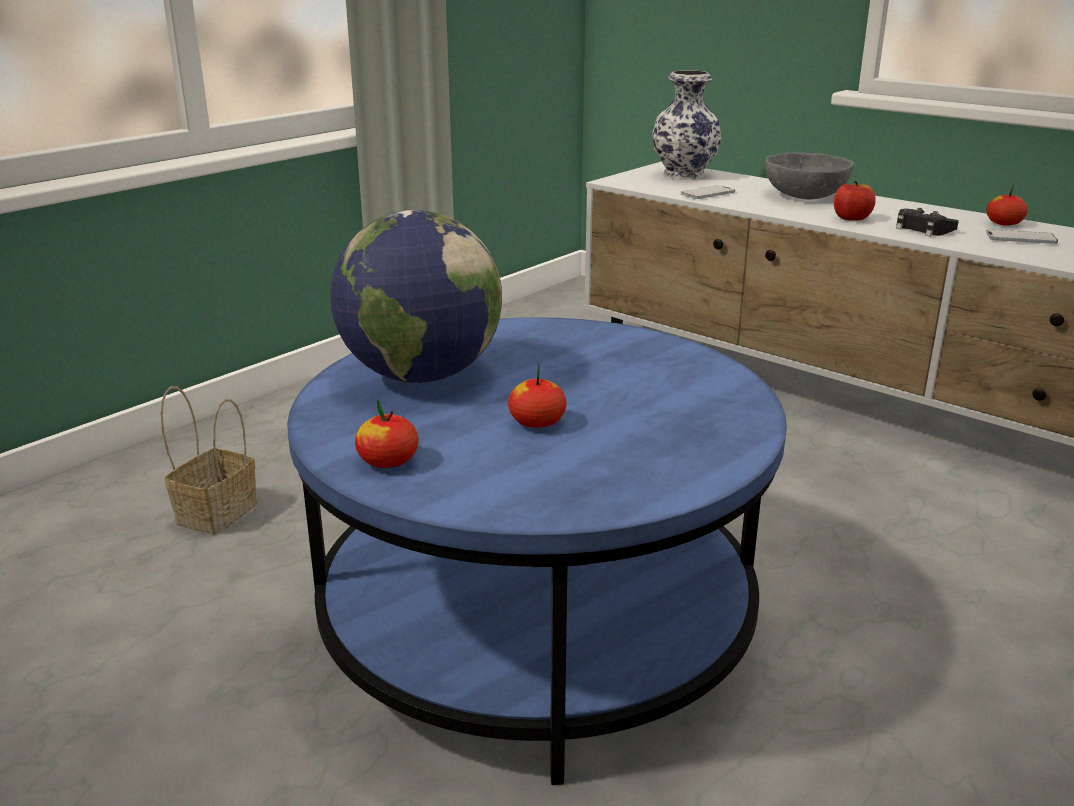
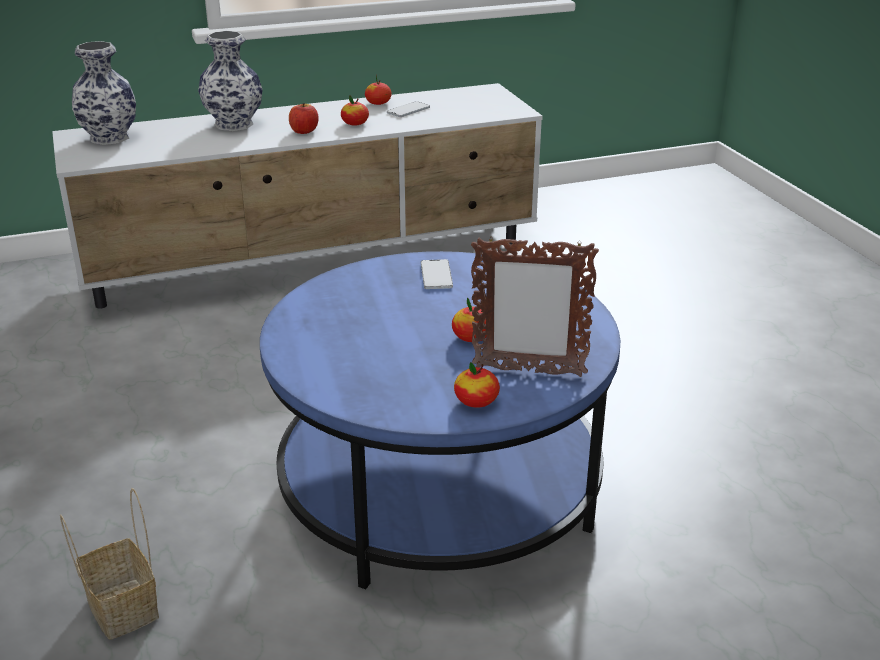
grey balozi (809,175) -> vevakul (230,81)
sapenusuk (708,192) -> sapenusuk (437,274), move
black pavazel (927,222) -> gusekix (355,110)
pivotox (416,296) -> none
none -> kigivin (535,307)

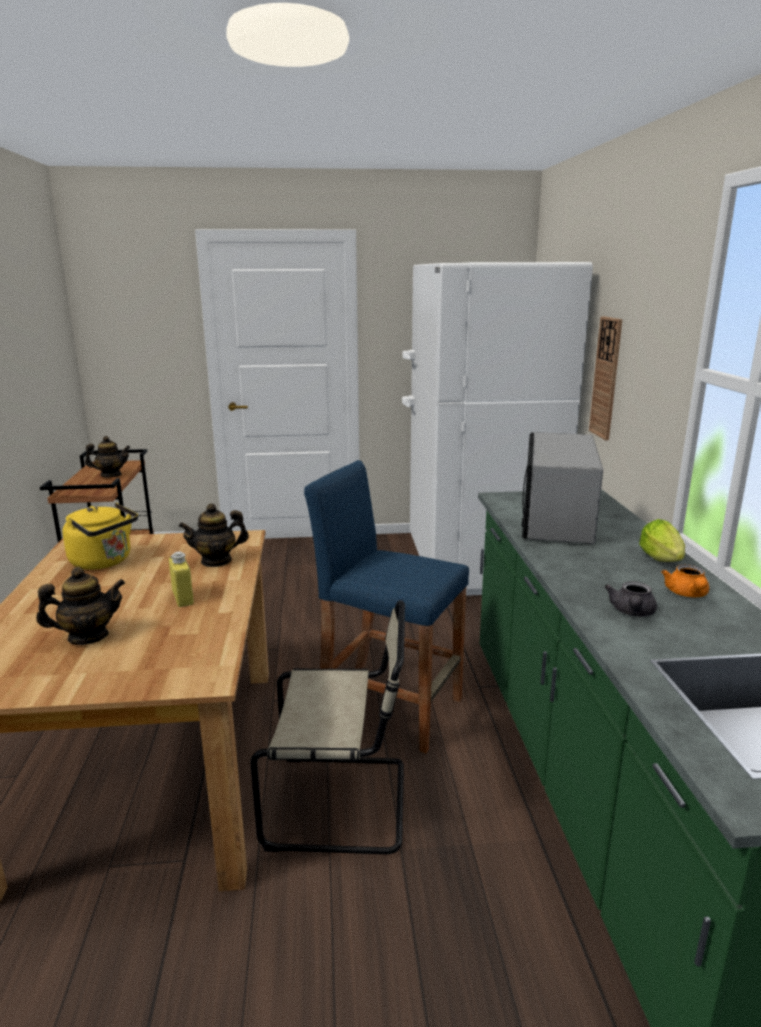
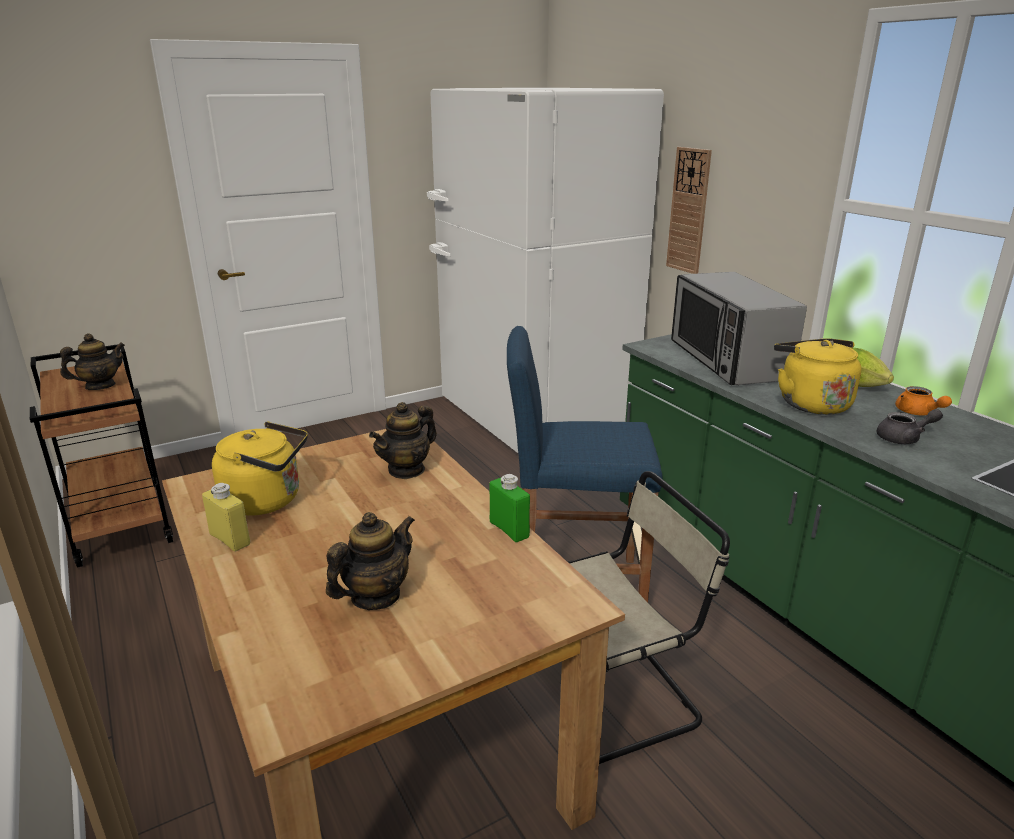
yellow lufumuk (181,579) -> yellow lufumuk (226,517), move
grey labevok (631,599) -> grey labevok (910,426), 90 degrees counterclockwise
none -> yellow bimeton (817,376)
none -> green lufumuk (509,508)

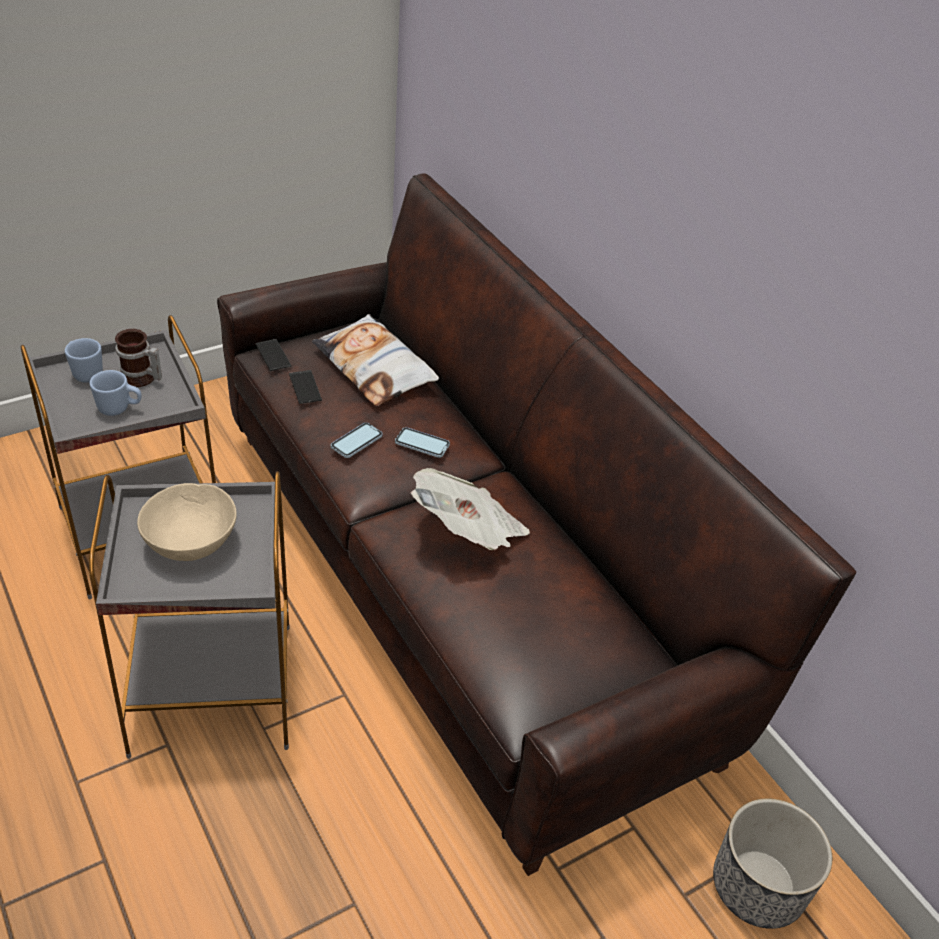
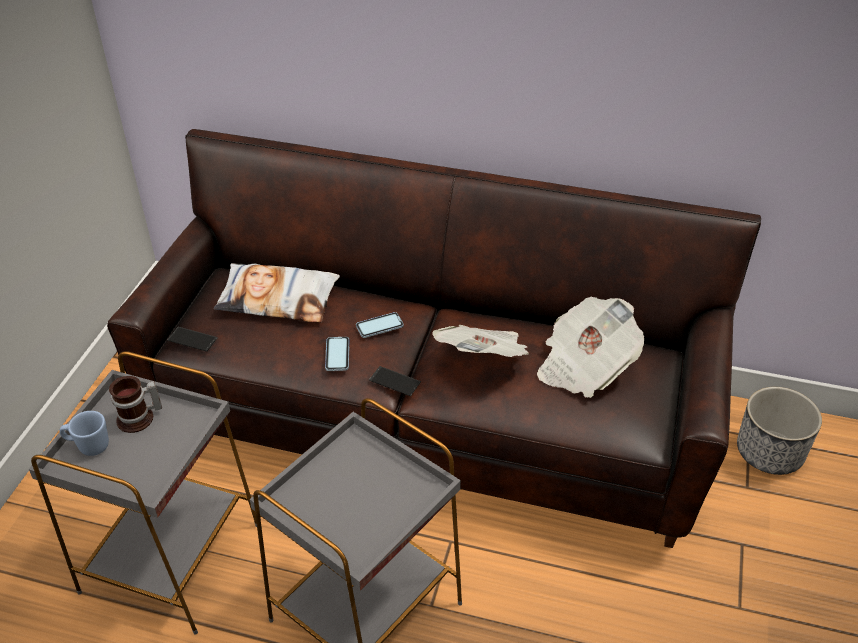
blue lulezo (116,393) -> none
sapenusuk (305,387) -> sapenusuk (395,381), move
beige balozi (187,522) -> none
none -> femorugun (590,347)

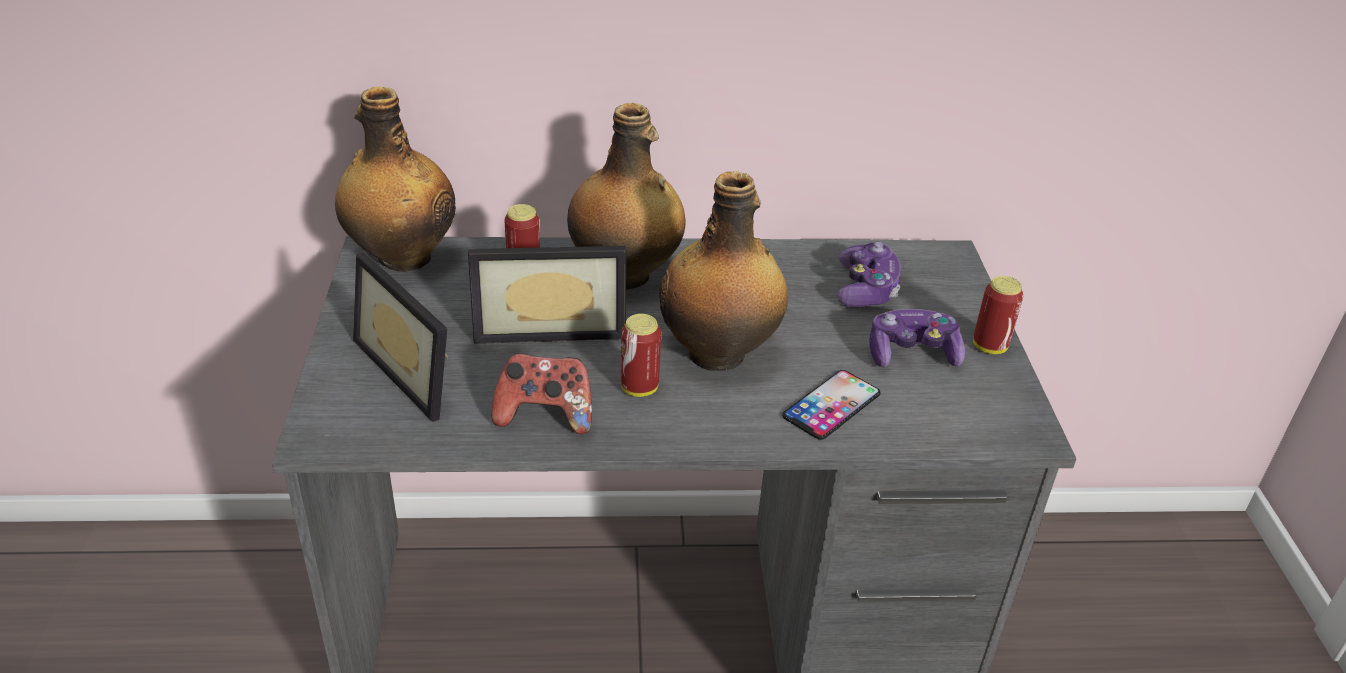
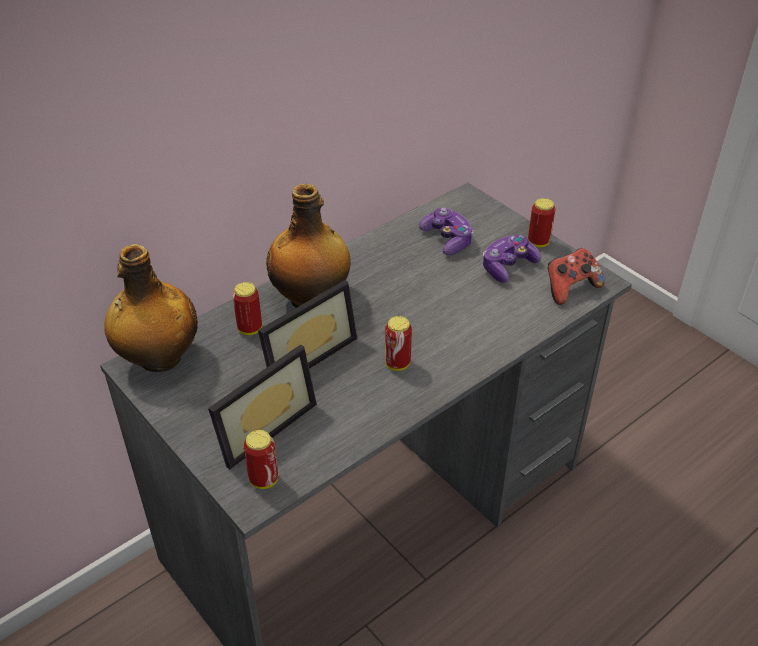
lufumuk (723,271) -> none
kigivin (400,336) -> kigivin (262,406), 60 degrees counterclockwise
pavazel (541,393) -> pavazel (576,276), move
sapenusuk (831,405) -> none
none -> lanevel (261,459)

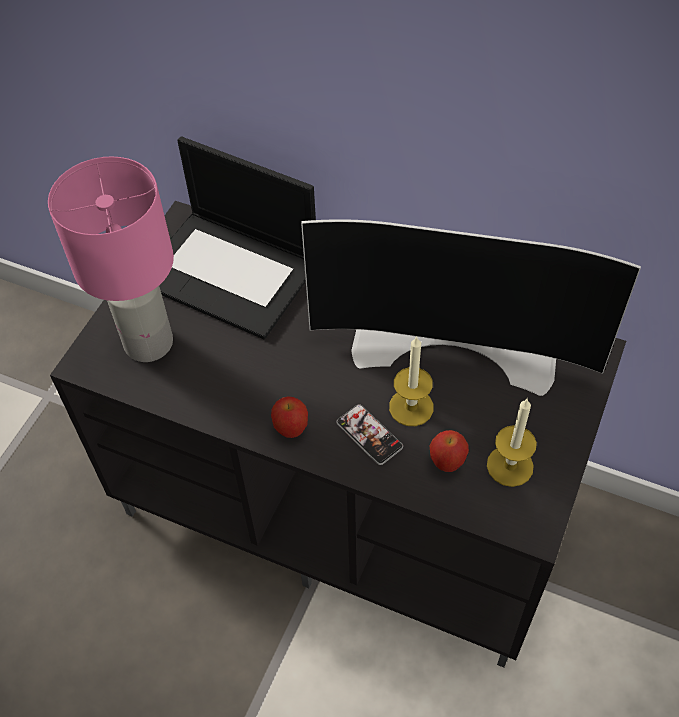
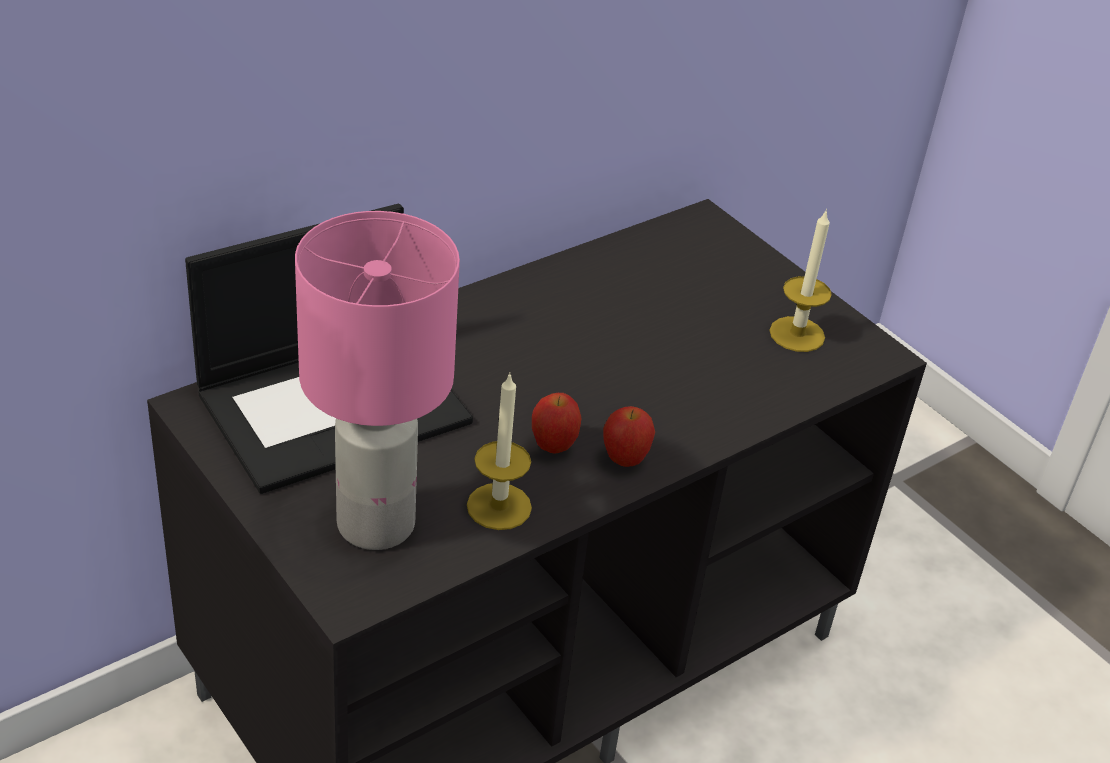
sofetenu (471,307) -> none
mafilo (411,381) -> mafilo (499,451), move
sapenusuk (370,434) -> none
gusekix (449,451) -> gusekix (557,423), move

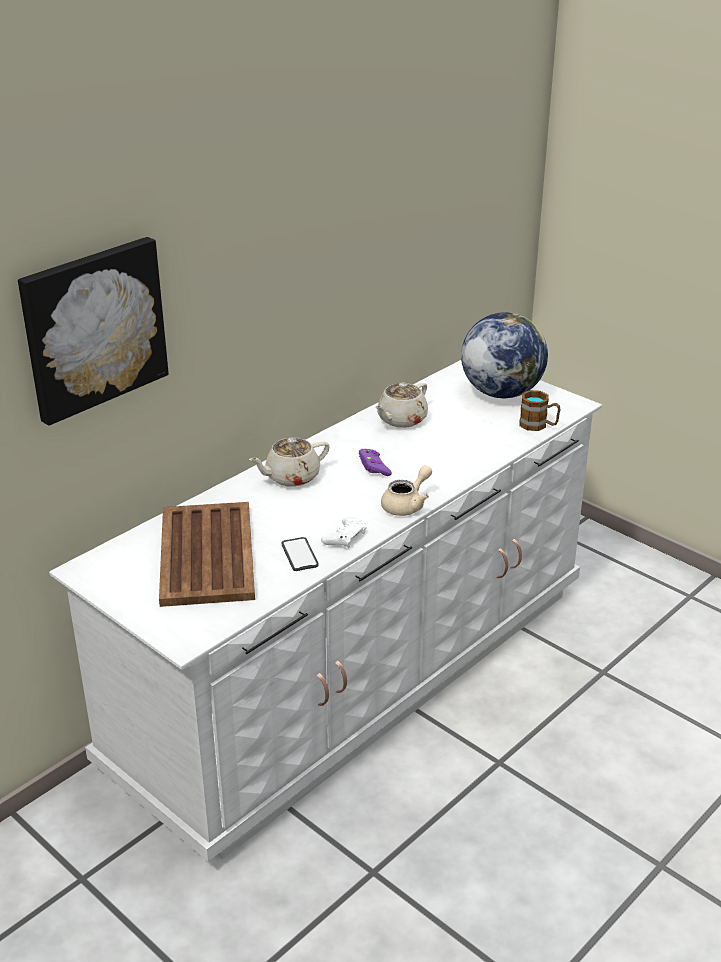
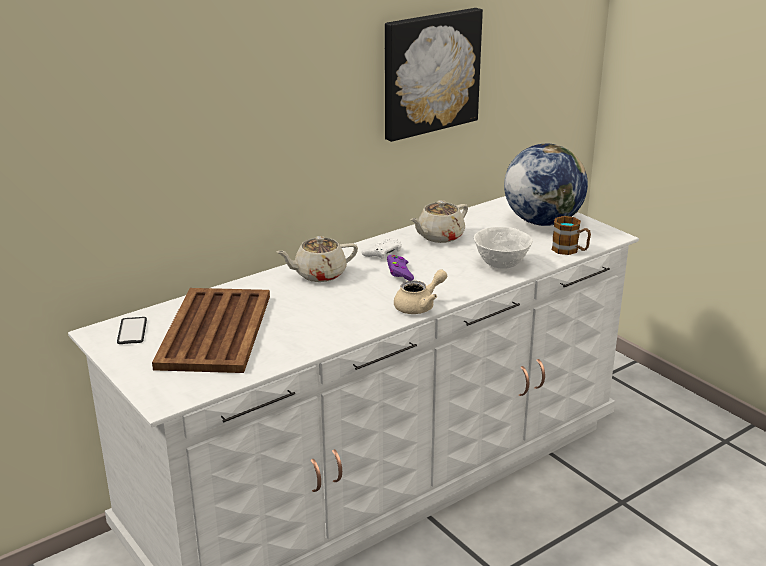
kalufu (93,331) -> kalufu (434,75), move
white pavazel (343,532) -> white pavazel (381,249), move
sapenusuk (300,554) -> sapenusuk (132,330), move
none -> white balozi (503,248)

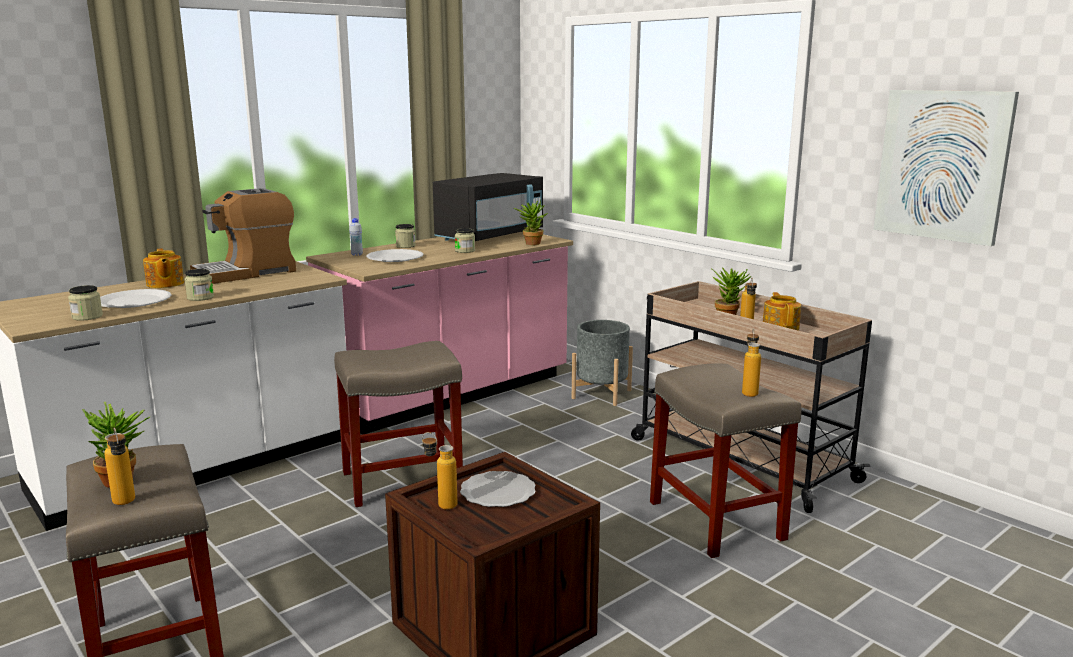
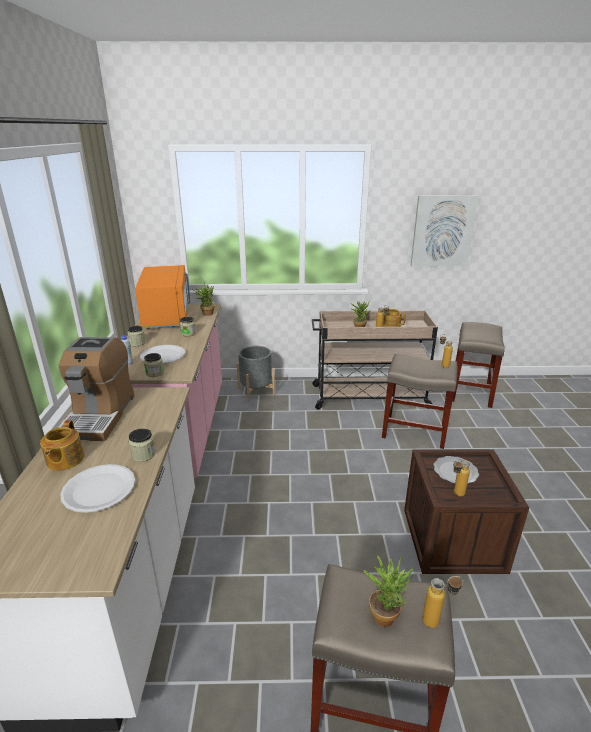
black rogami (488,207) -> orange rogami (162,297)
labevok (163,268) -> labevok (62,445), 75 degrees clockwise
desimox (85,303) -> desimox (154,365), move
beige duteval (398,424) -> beige duteval (478,365), move

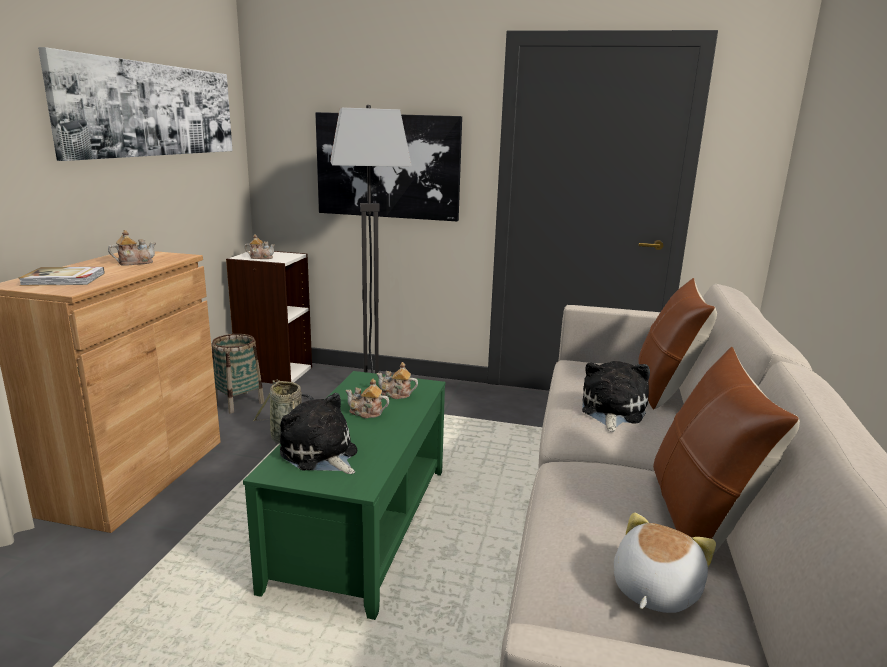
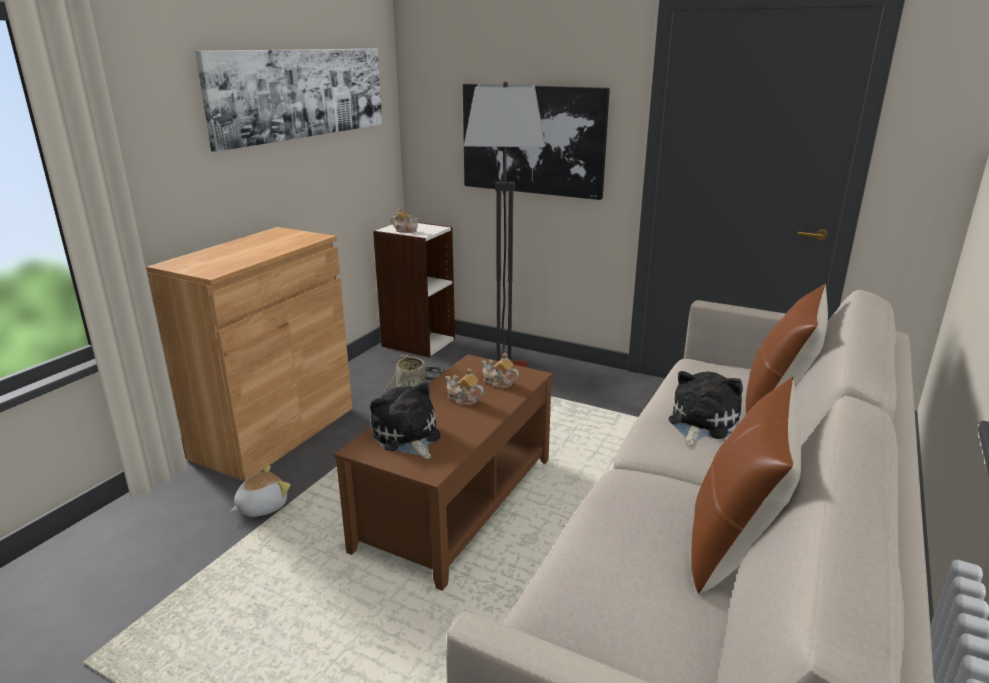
labevok (132,248) -> none
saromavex (61,276) -> none
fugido (238,374) -> none
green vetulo (344,495) -> brown vetulo (443,473)
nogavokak (665,562) -> nogavokak (260,491), move

